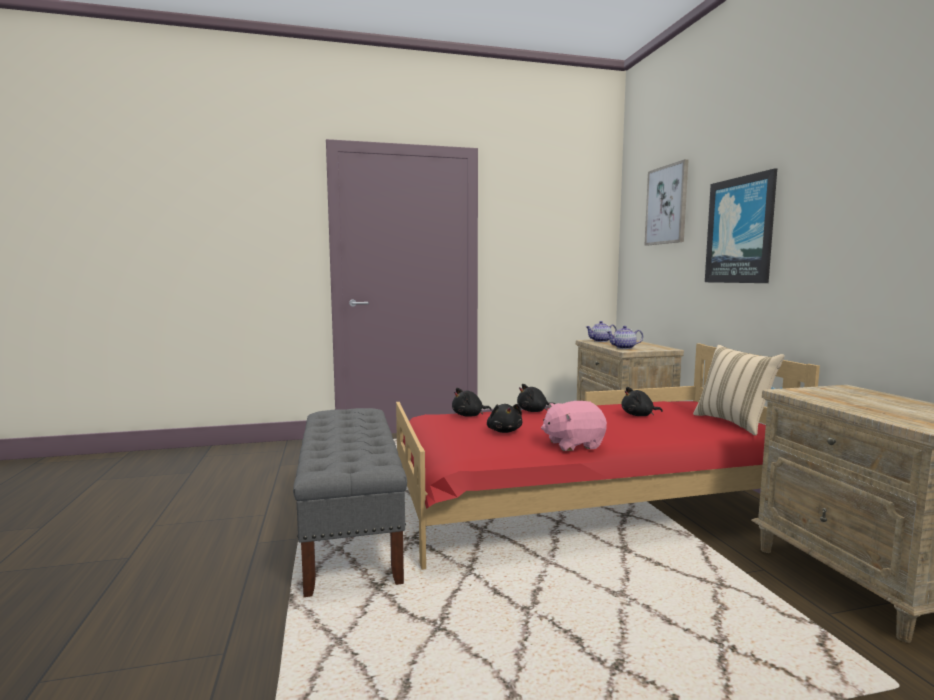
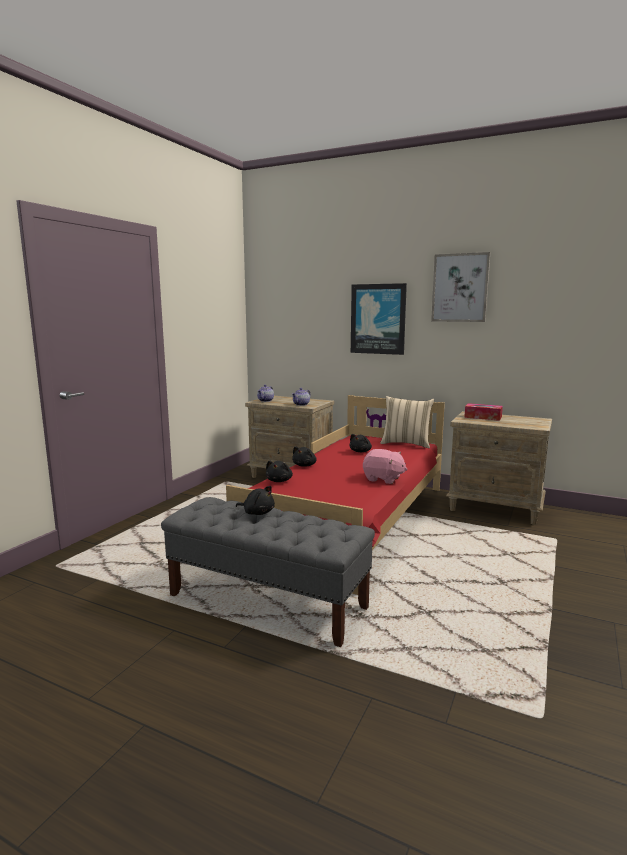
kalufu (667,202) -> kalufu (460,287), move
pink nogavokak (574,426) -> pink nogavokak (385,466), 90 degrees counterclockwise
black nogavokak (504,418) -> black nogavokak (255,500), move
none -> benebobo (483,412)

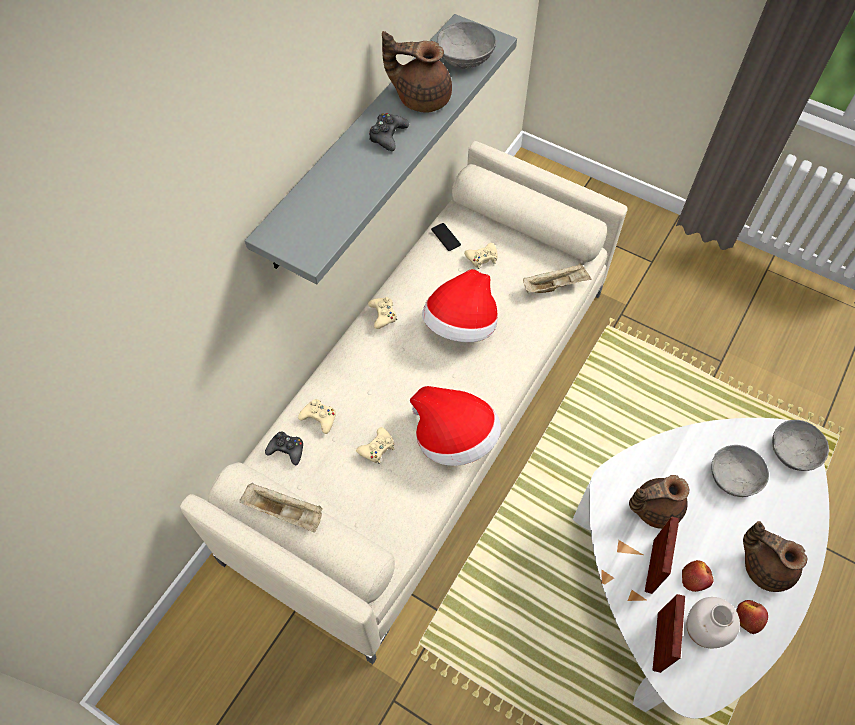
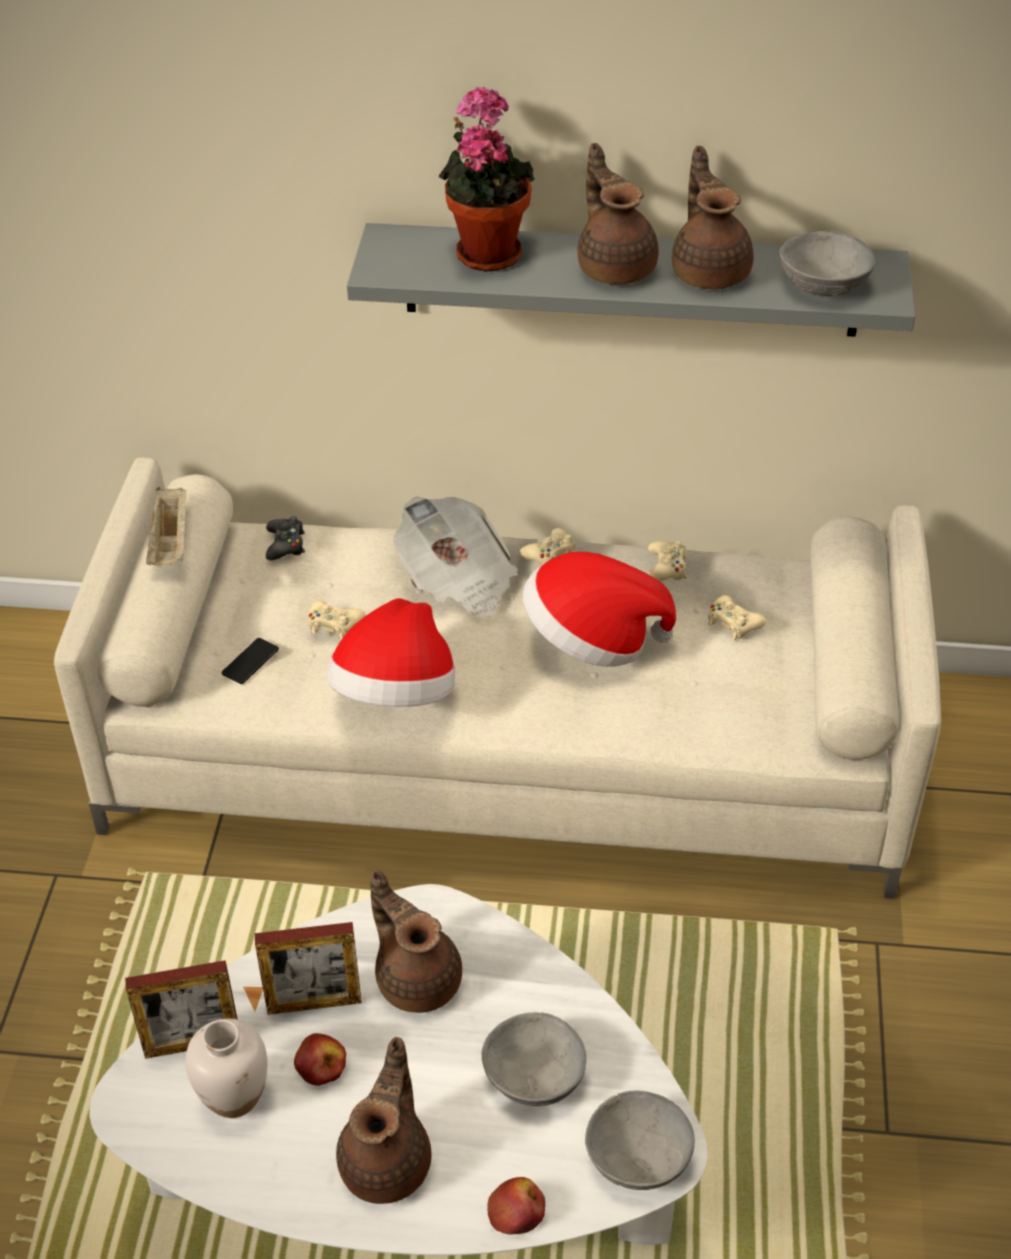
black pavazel (389,132) -> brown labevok (618,213)
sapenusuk (446,237) -> sapenusuk (250,661), move
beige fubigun (557,278) -> none
beige pavazel (317,416) -> beige pavazel (667,560), move
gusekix (752,617) -> gusekix (516,1206), move
none -> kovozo (486,179)
none -> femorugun (455,558)

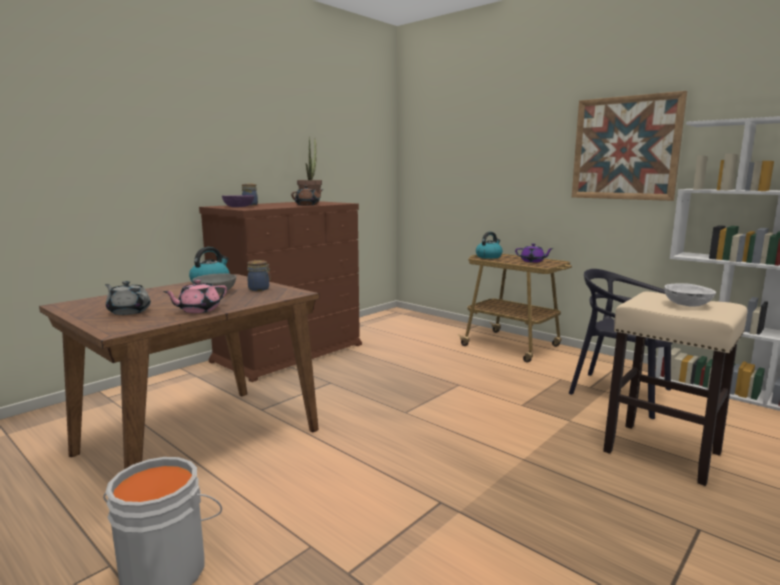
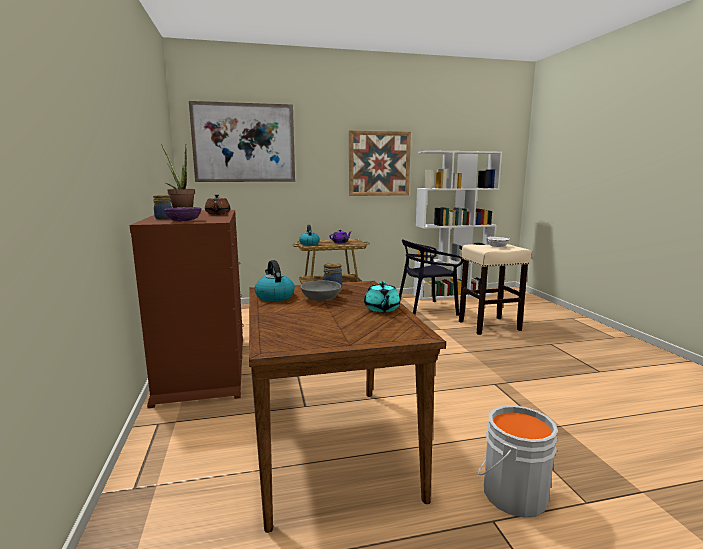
pink labevok (195,296) -> turquoise labevok (382,296)
grey labevok (128,298) -> none
none -> kalufu (242,141)

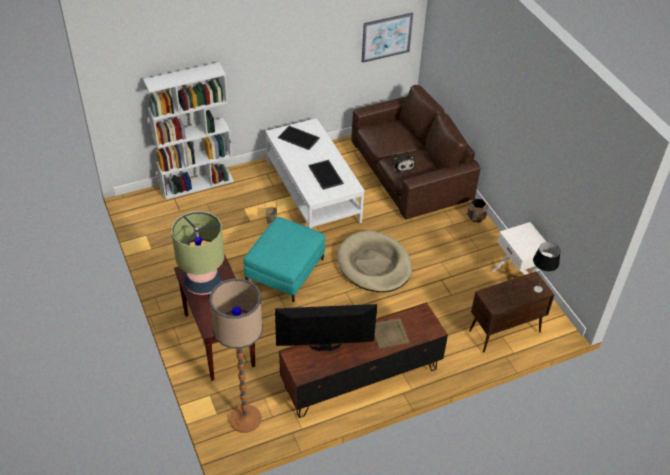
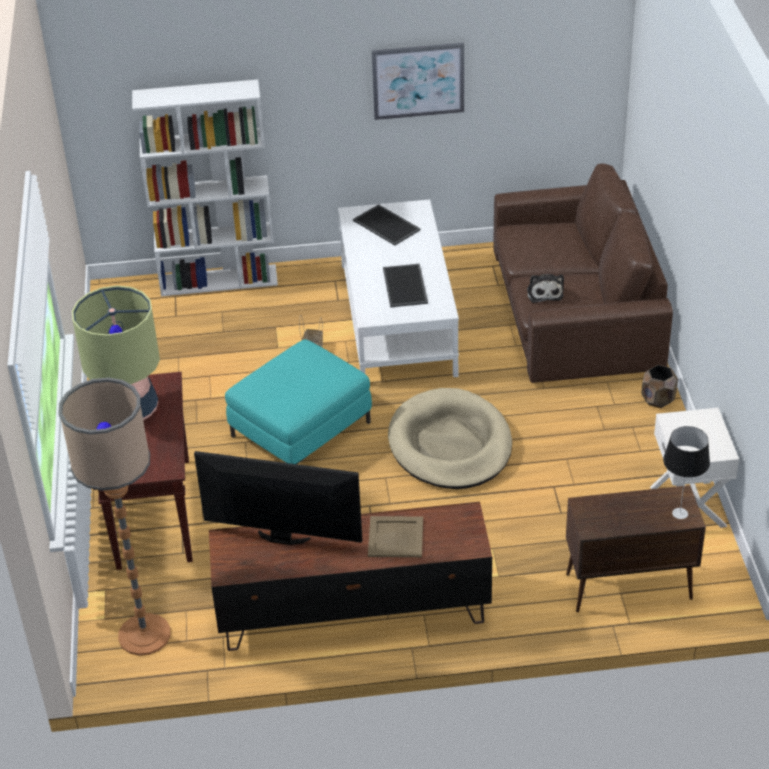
kalufu (387,38) -> kalufu (418,81), move

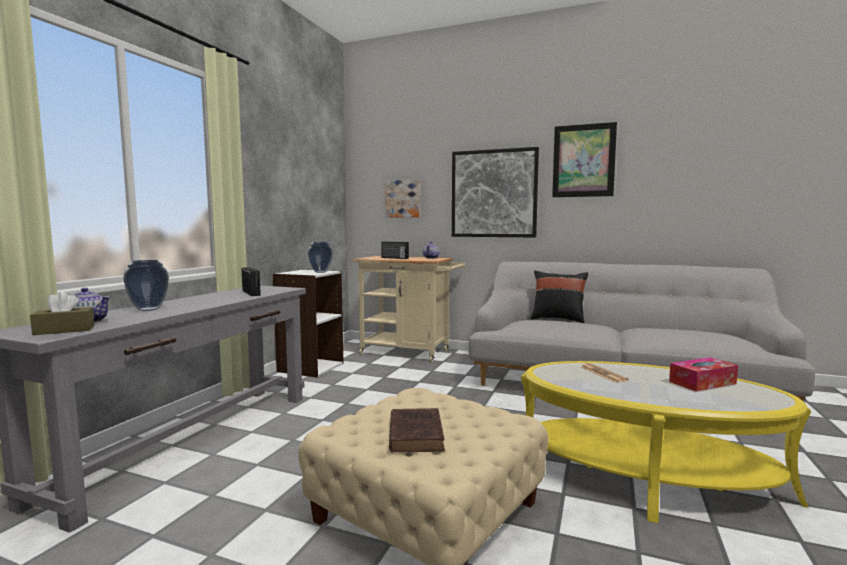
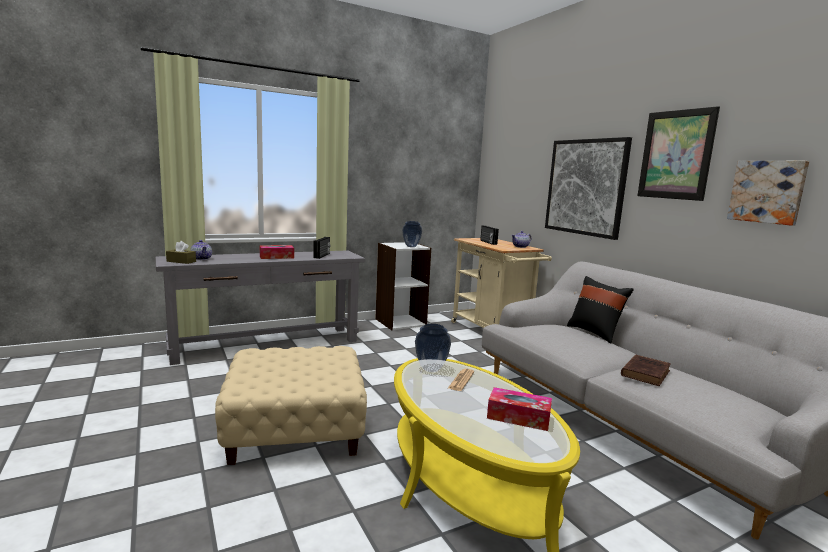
kalufu (402,198) -> kalufu (768,193), move
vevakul (146,285) -> vevakul (433,348), move
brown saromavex (417,430) -> brown saromavex (646,370), move
none -> benebobo (277,252)

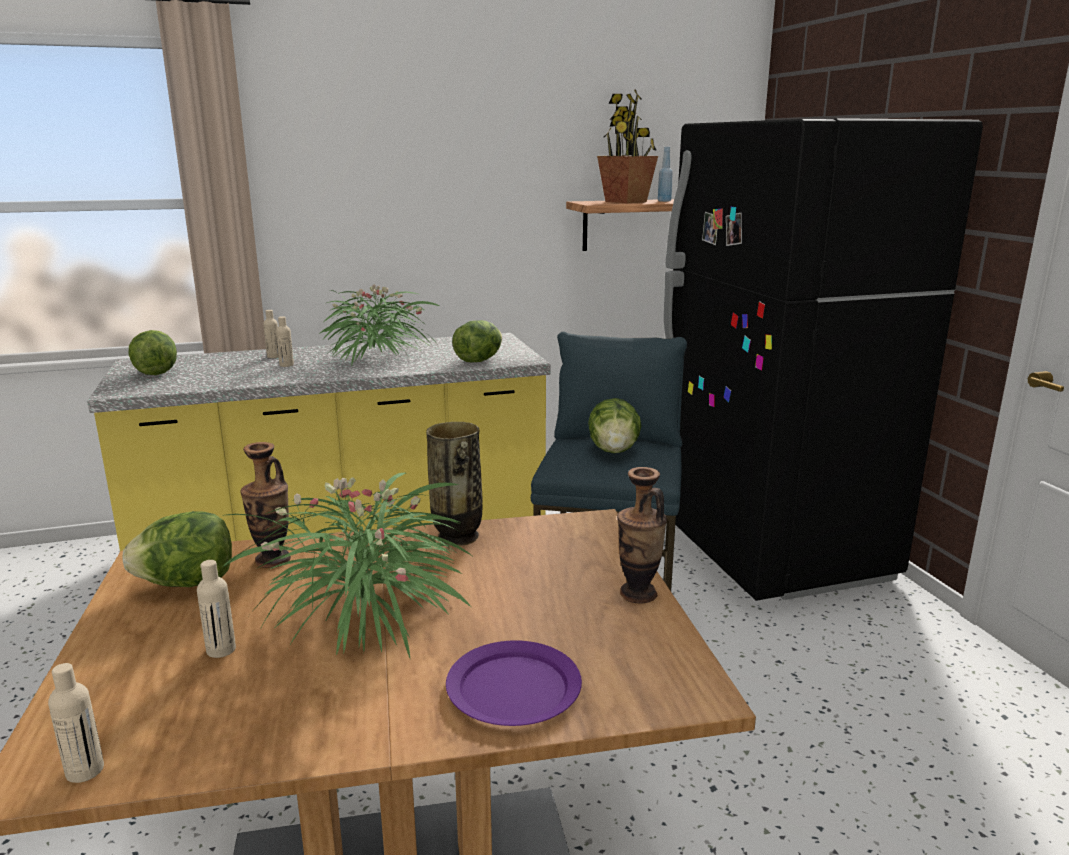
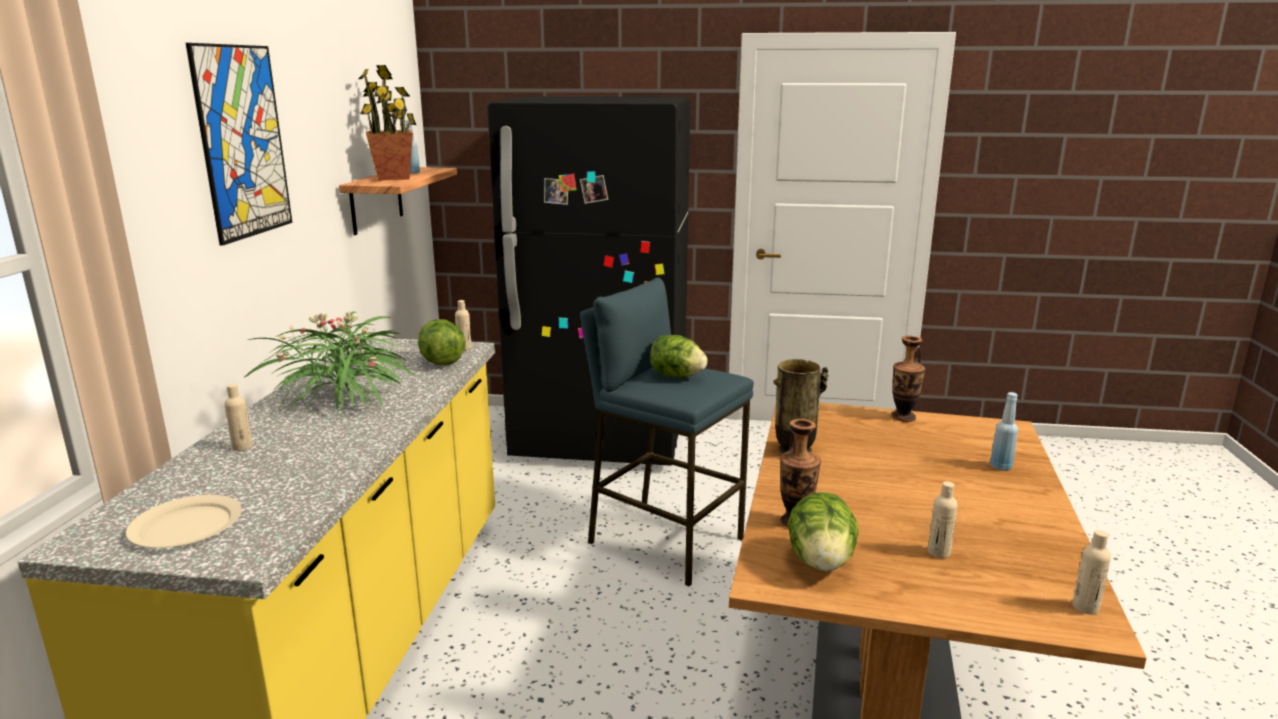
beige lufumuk (285,341) -> beige lufumuk (463,325), move
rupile (152,352) -> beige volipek (184,521)
kovozo (345,566) -> none
purple volipek (514,683) -> blue lufumuk (1004,431)
none -> kalufu (239,144)

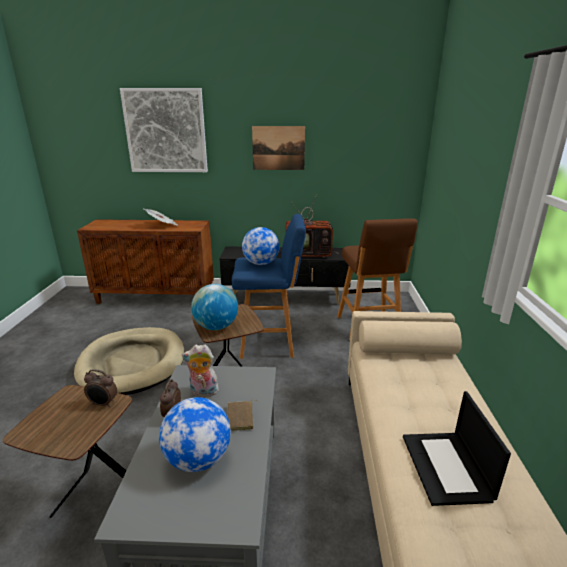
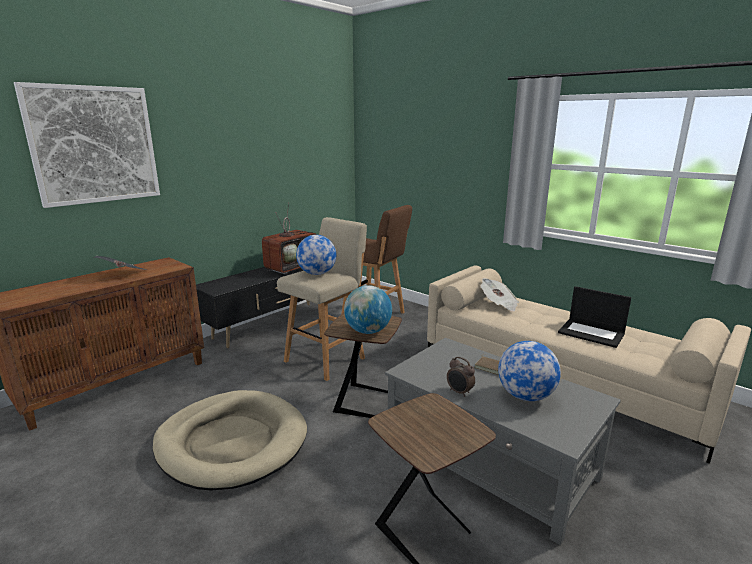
kalufu (278,148) -> none
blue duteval (269,286) -> beige duteval (322,299)
nogavokak (200,371) -> none
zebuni (100,388) -> none
none -> femorugun (499,295)

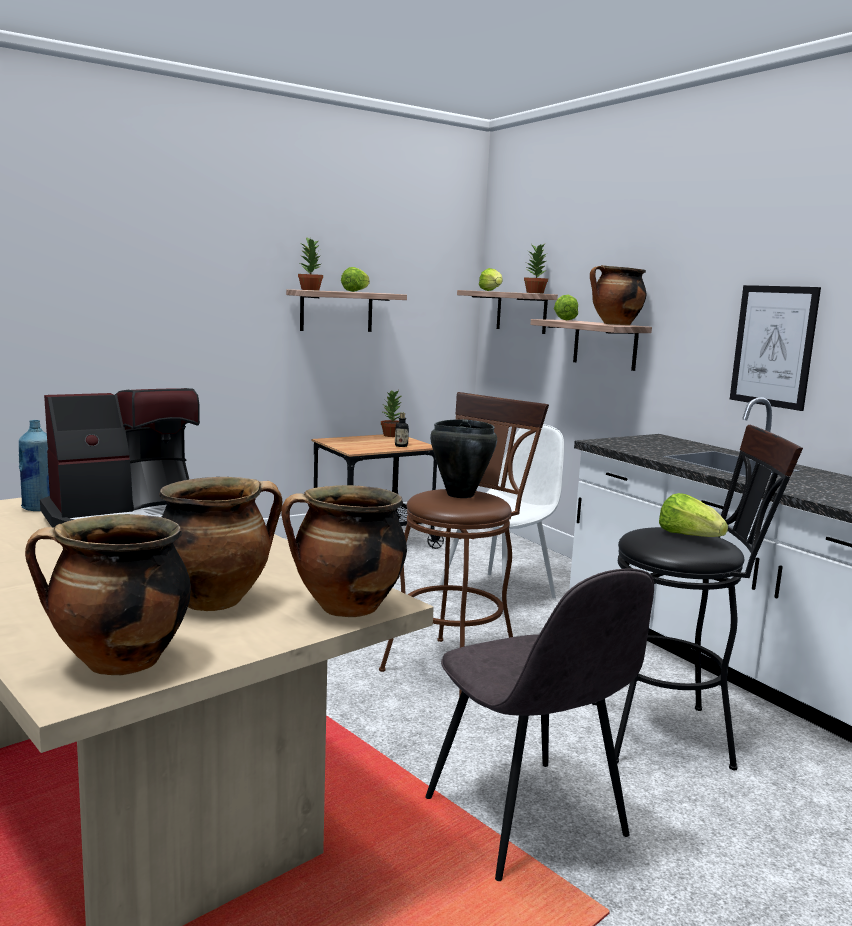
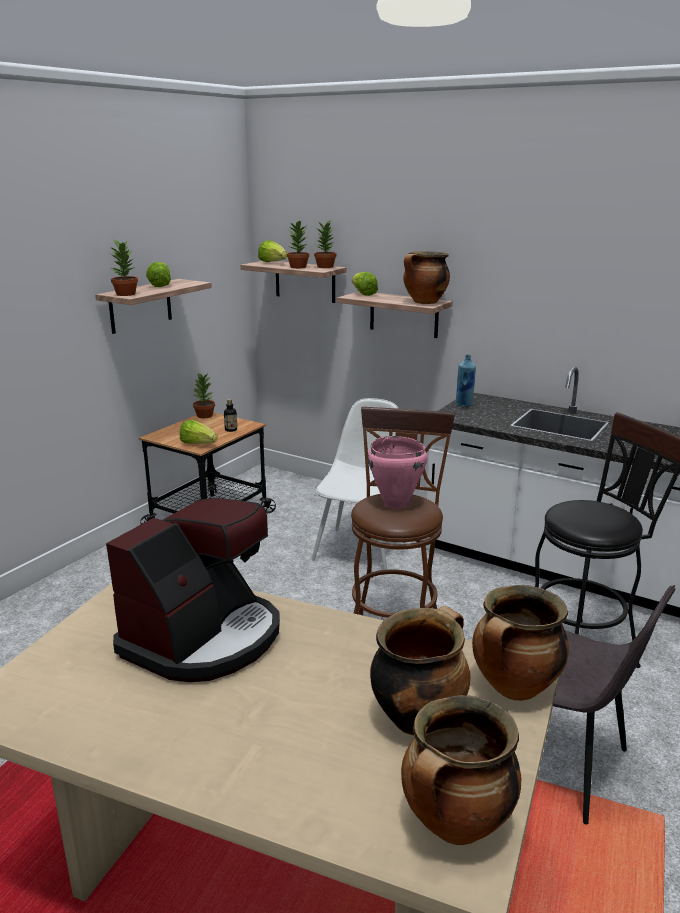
kalufu (775,348) -> none
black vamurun (463,458) -> pink vamurun (398,472)
blue lufumuk (34,465) -> blue lufumuk (466,381), move
rupile (693,515) -> rupile (199,432), move
none -> kovozo (298,244)

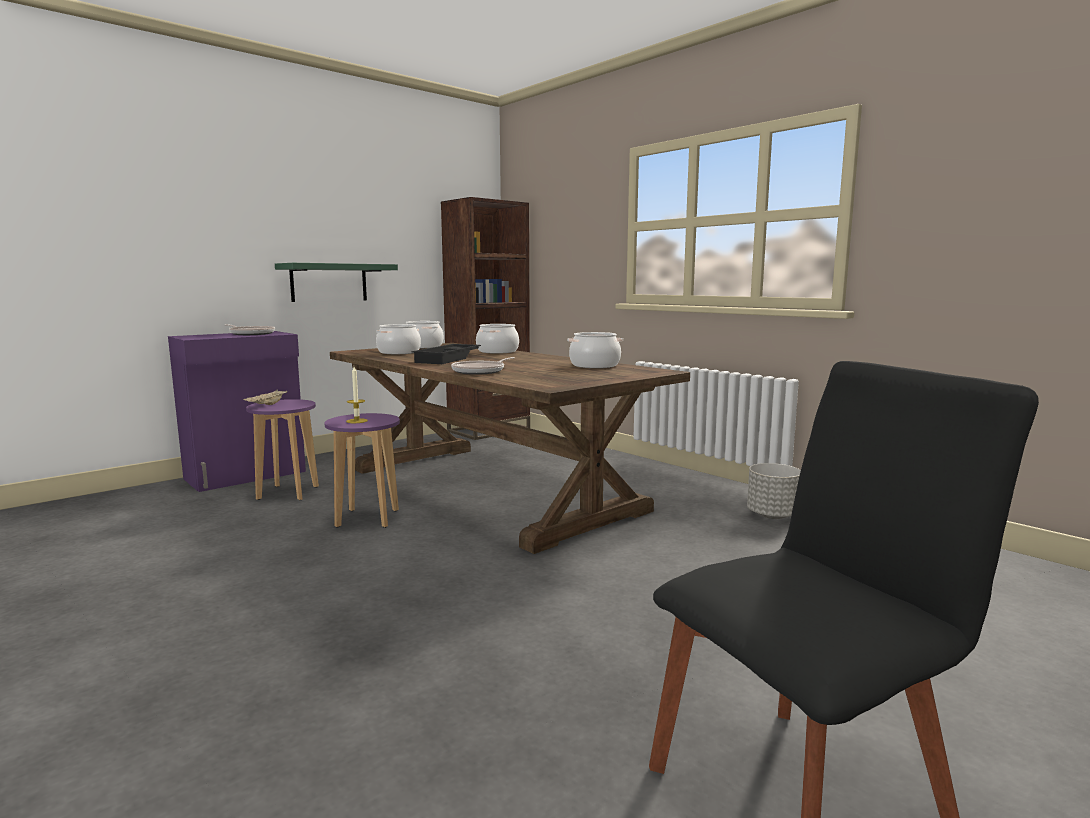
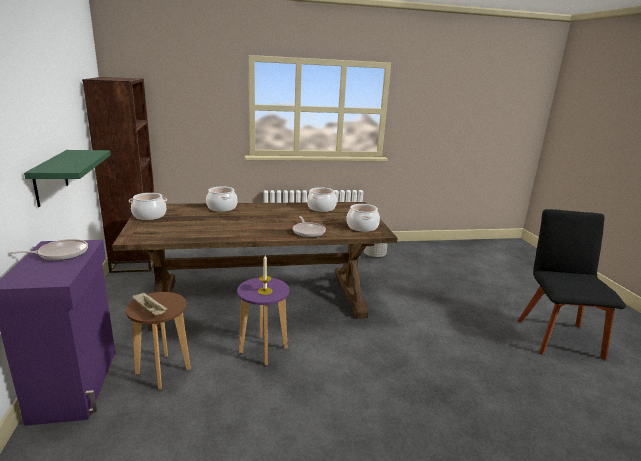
vamurun (398,339) -> vamurun (363,218), move
black fubigun (446,354) -> none
purple duteval (282,450) -> brown duteval (158,340)

